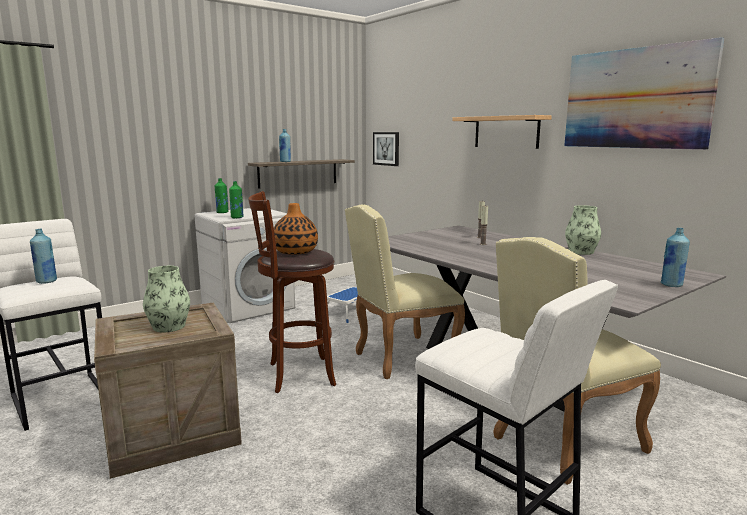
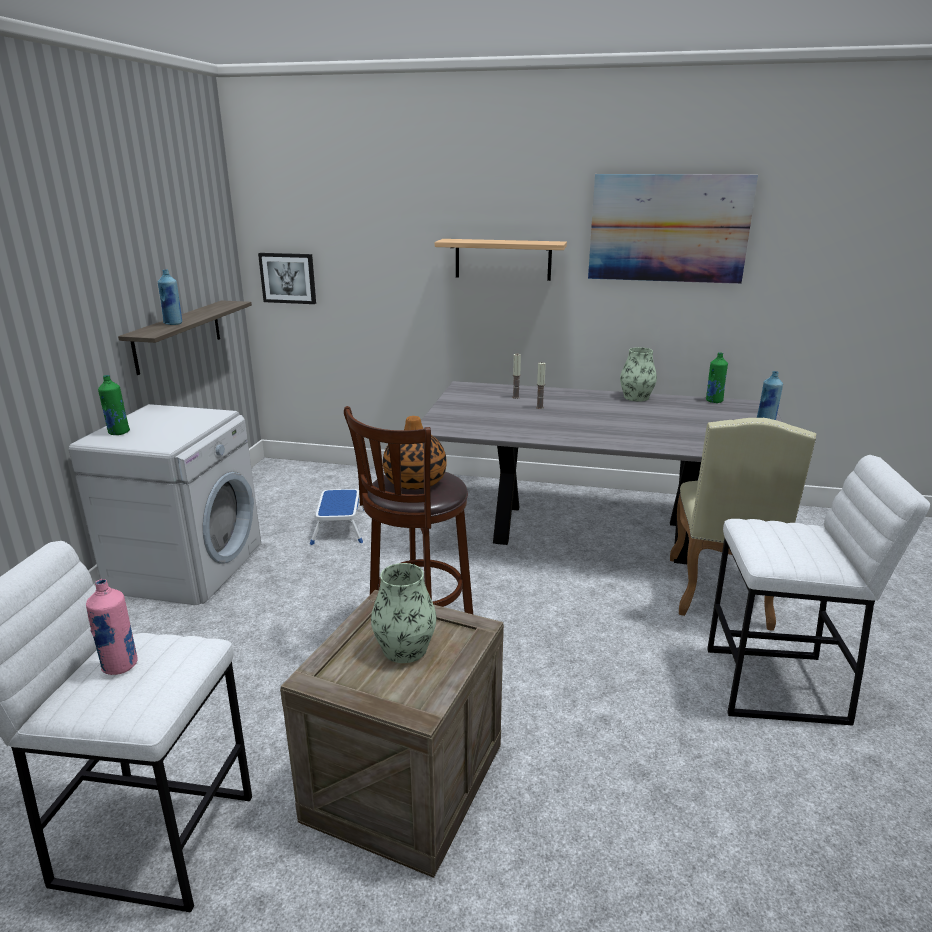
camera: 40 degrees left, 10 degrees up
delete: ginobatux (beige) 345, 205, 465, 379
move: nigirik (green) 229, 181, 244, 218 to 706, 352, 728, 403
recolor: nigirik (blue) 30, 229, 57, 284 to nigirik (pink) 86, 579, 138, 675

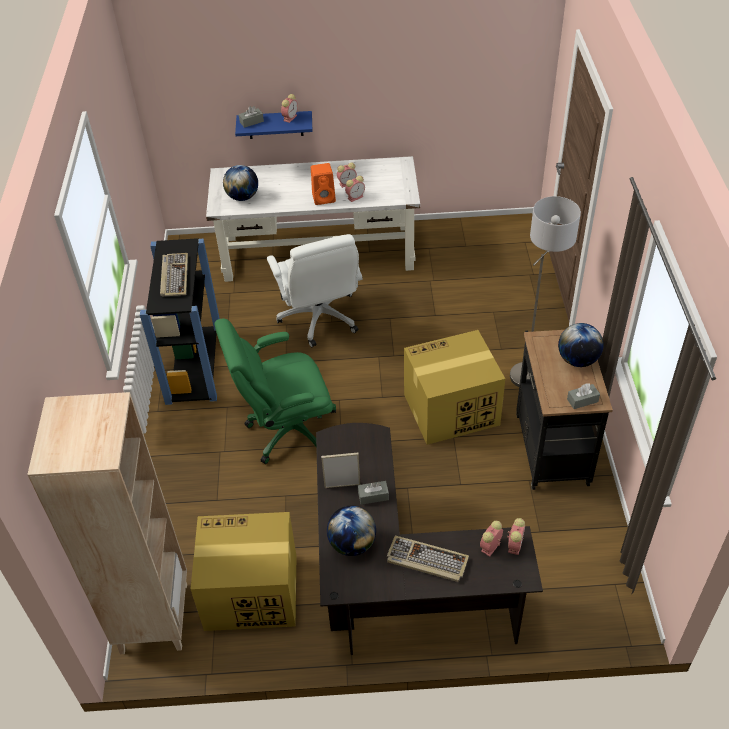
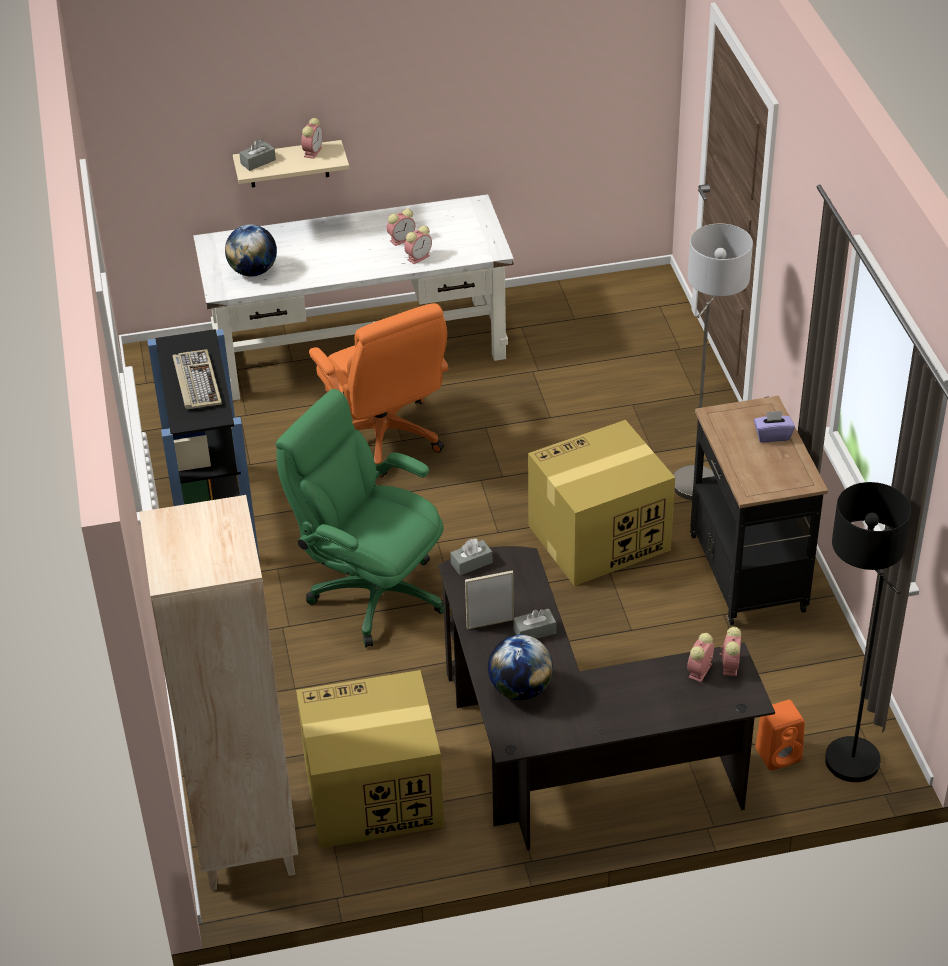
camera: 10 degrees left, 5 degrees down
delete: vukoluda 387, 536, 469, 582
insert: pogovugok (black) 825, 482, 911, 782
move: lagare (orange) 311, 163, 336, 205 to 755, 700, 805, 771; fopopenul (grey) 567, 383, 600, 409 to 451, 539, 492, 575
replace: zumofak 558, 323, 603, 367 to fopopenul (purple) 754, 411, 795, 442
recolor: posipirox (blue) 235, 111, 313, 139 to posipirox (beige) 233, 140, 349, 187; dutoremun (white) 267, 234, 363, 347 to dutoremun (orange) 309, 303, 448, 478
rotate: dutoremun (green) 215, 319, 336, 464 = 276, 389, 444, 647 60 degrees clockwise

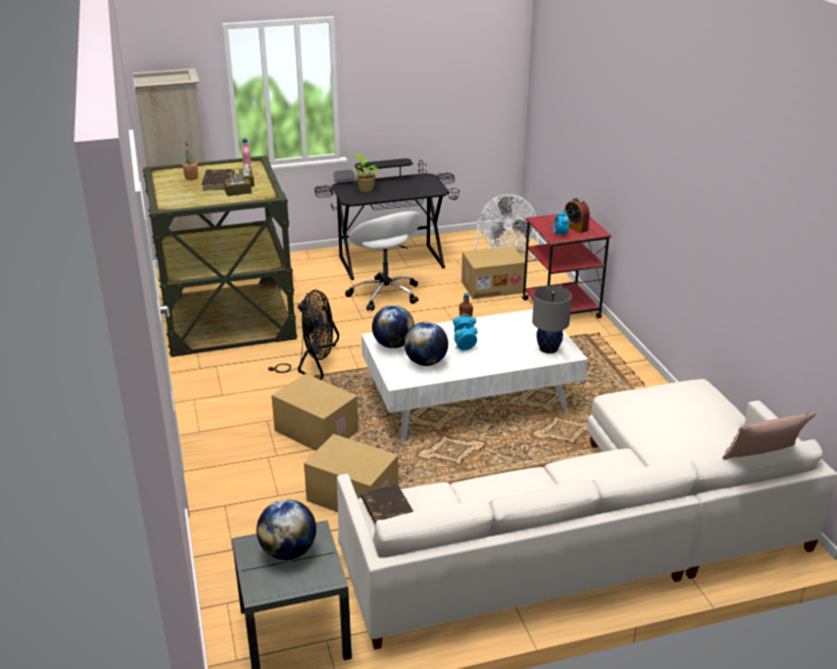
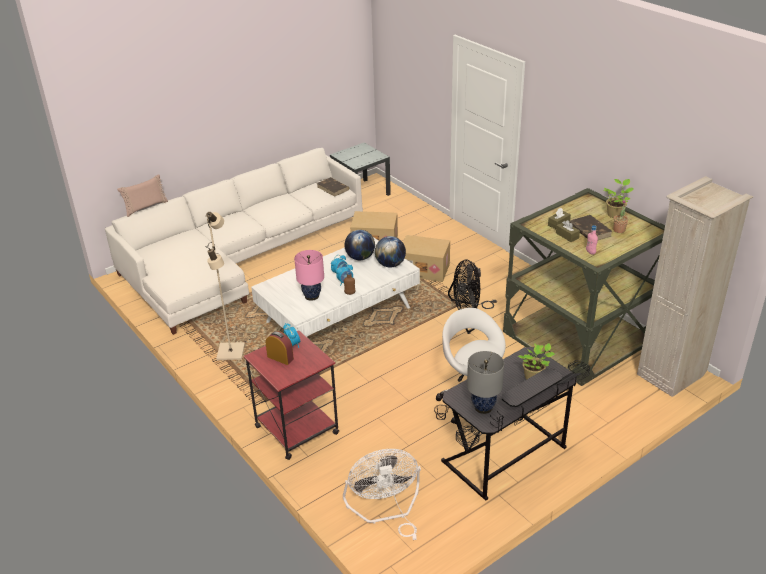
camera: 160 degrees right, 5 degrees up
delete: zumofak 257, 499, 316, 560; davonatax 462, 246, 525, 299
insert: pogovugok (beige) 205, 212, 245, 361; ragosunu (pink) 294, 250, 324, 301; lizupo 603, 179, 634, 218
move: ragosunu (grey) 532, 286, 572, 353 to 467, 351, 504, 414

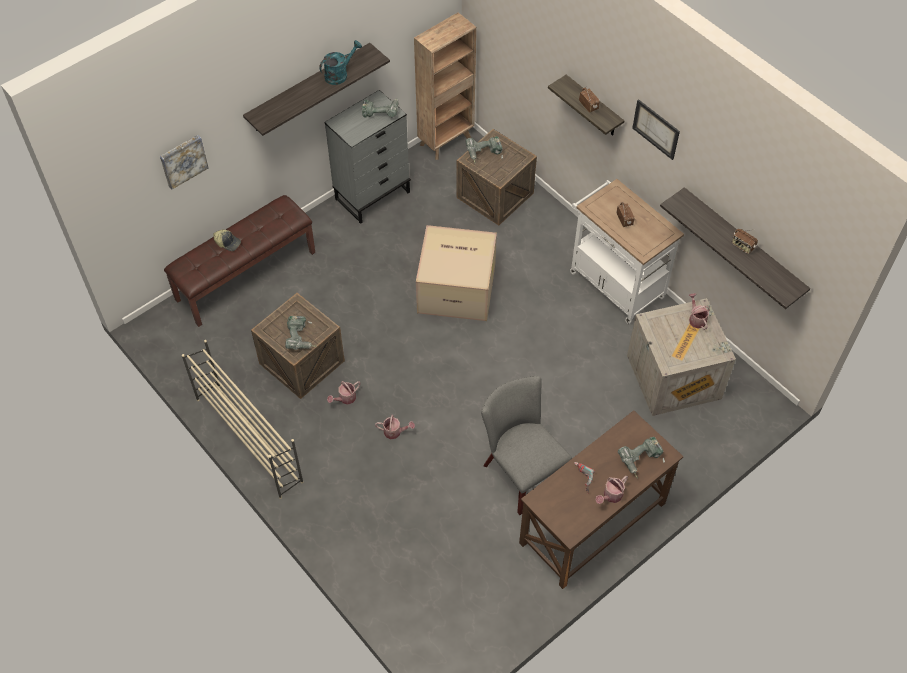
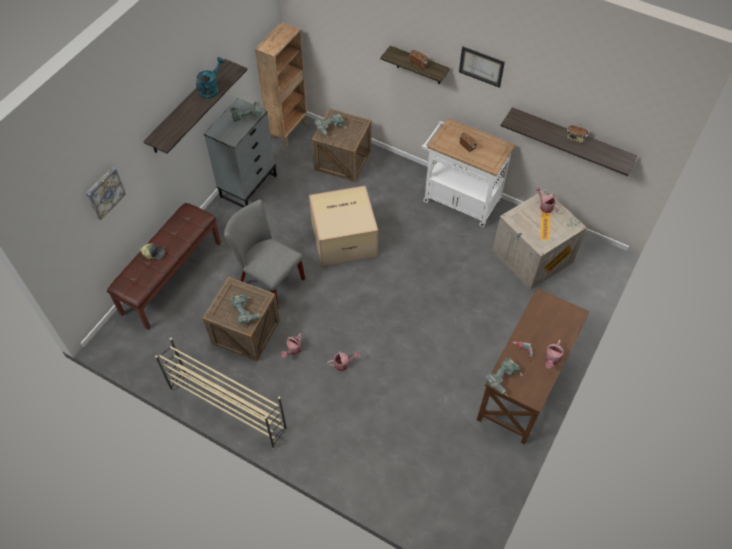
camera: 20 degrees left, 0 degrees up
move: ginobatux (grey) 481, 376, 572, 515 to 224, 199, 305, 309; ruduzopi 618, 437, 665, 479 to 485, 358, 522, 397

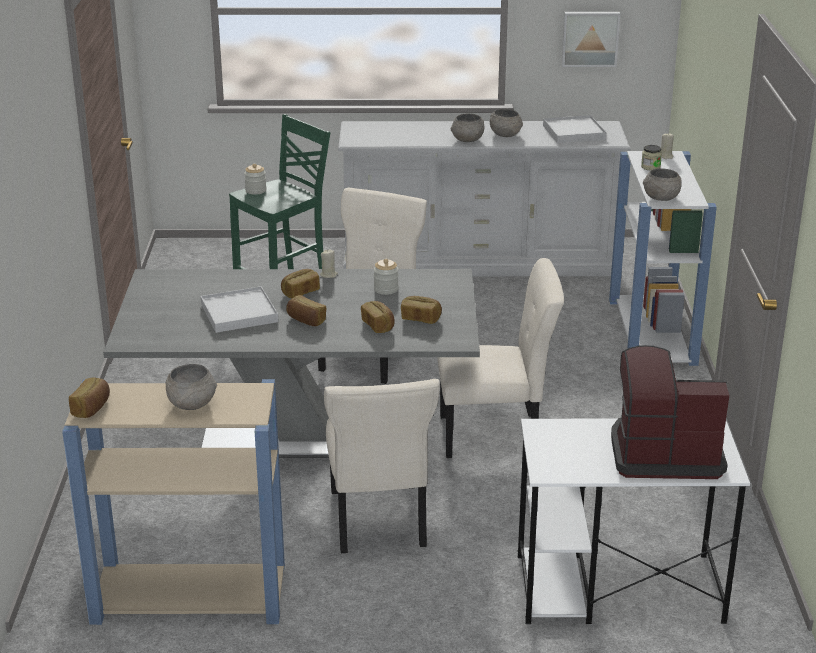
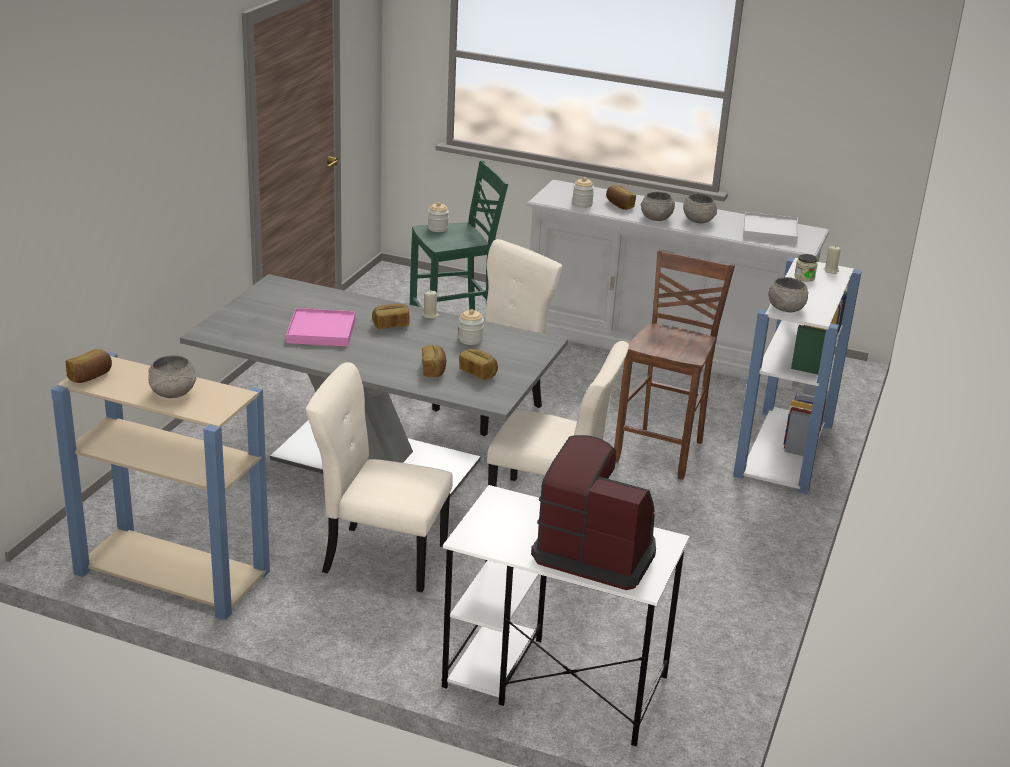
camera: 20 degrees right, 0 degrees up
delete: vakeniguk 562, 12, 620, 67
insert: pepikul 572, 177, 594, 208; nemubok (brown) 614, 250, 735, 480
move: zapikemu 286, 295, 326, 326 to 606, 185, 636, 210
recolor: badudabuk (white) 201, 286, 278, 333 to badudabuk (pink) 286, 308, 356, 347
rotate: ginobatux (beige) 324, 379, 440, 553 = 306, 362, 453, 592 90 degrees clockwise

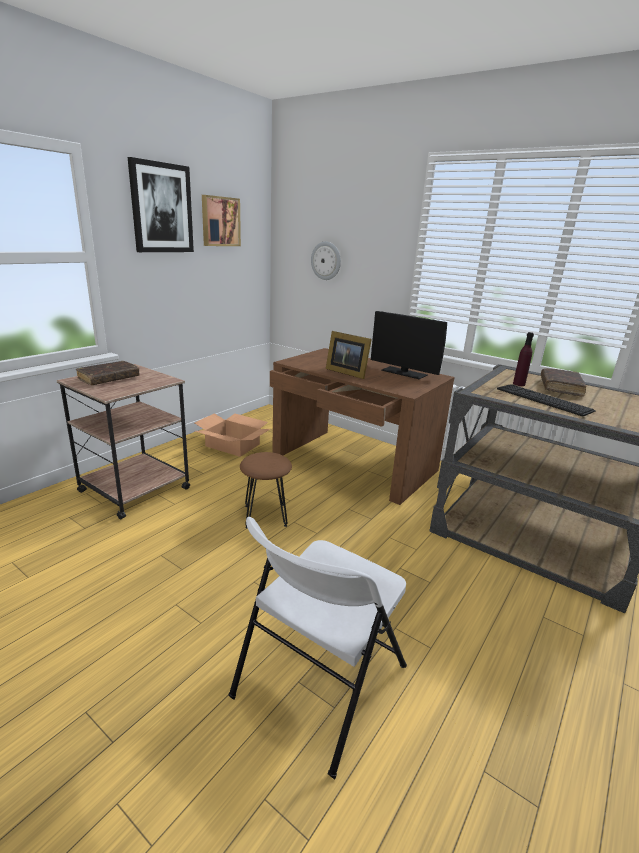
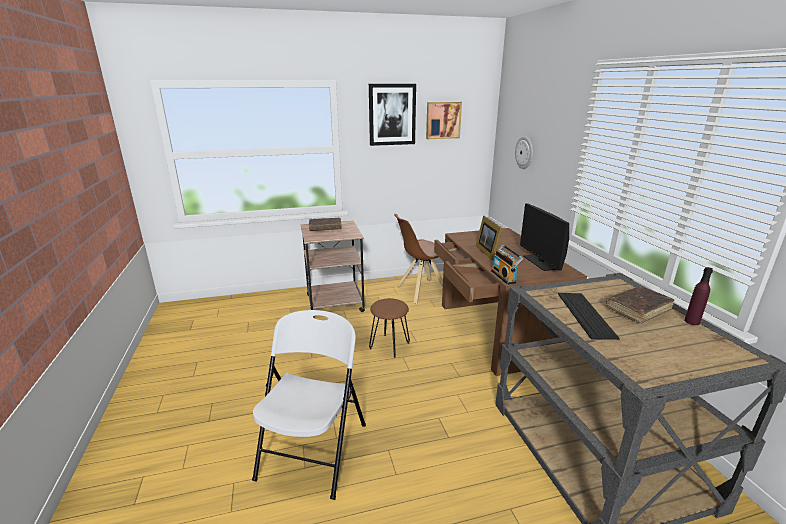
camera: 40 degrees right, 0 degrees up
insert: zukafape 491, 245, 523, 285
move: nigirik (purple) 513, 332, 534, 386 to 684, 267, 713, 325
replace: davonatax 195, 413, 270, 457 to ginobatux (brown) 394, 214, 443, 304
rotate: ginobatux (white) 228, 517, 407, 779 = 252, 310, 366, 500 120 degrees clockwise

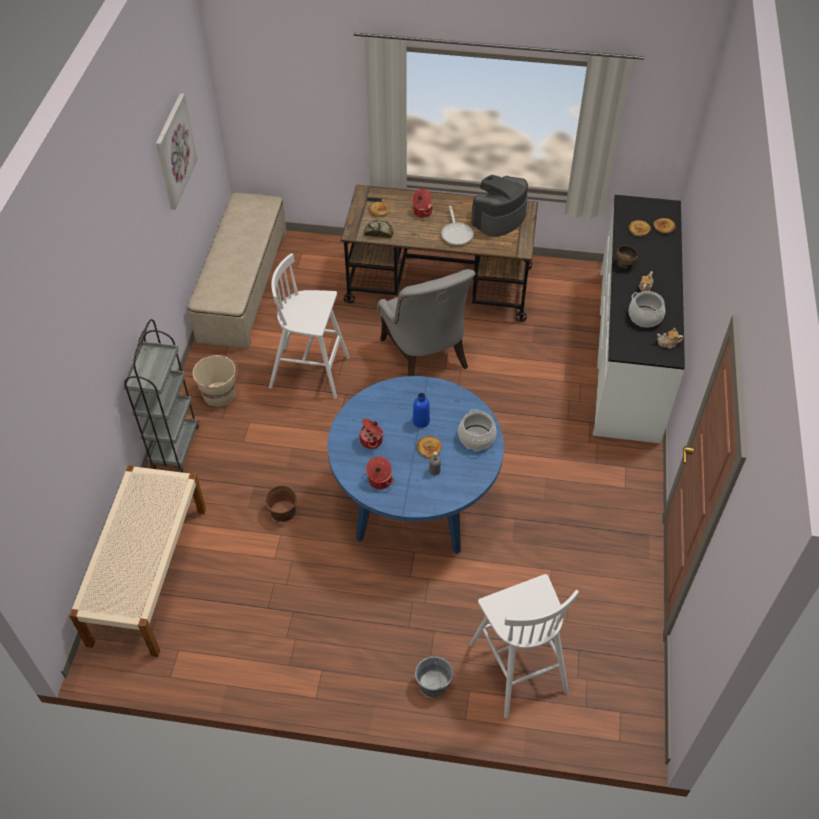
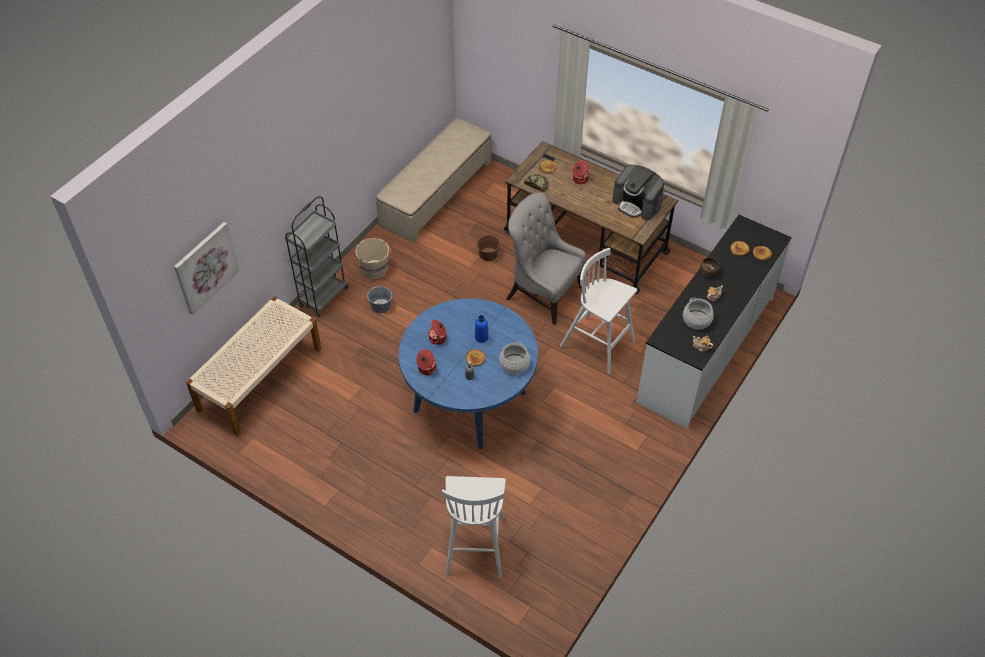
camera: 25 degrees right, 0 degrees up
delete: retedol 441, 206, 474, 245
move: vakeniguk 156, 93, 198, 210 to 174, 222, 240, 315; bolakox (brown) 265, 485, 297, 522 to 477, 235, 500, 261; nemubok (white) 269, 253, 350, 399 to 560, 248, 637, 374; bolakox (grey) 415, 656, 453, 697 to 367, 284, 392, 313
rotate: ginobatux (grey) 377, 269, 476, 376 = 506, 192, 586, 325 120 degrees clockwise; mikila 471, 175, 528, 237 = 612, 165, 664, 221 120 degrees counterclockwise

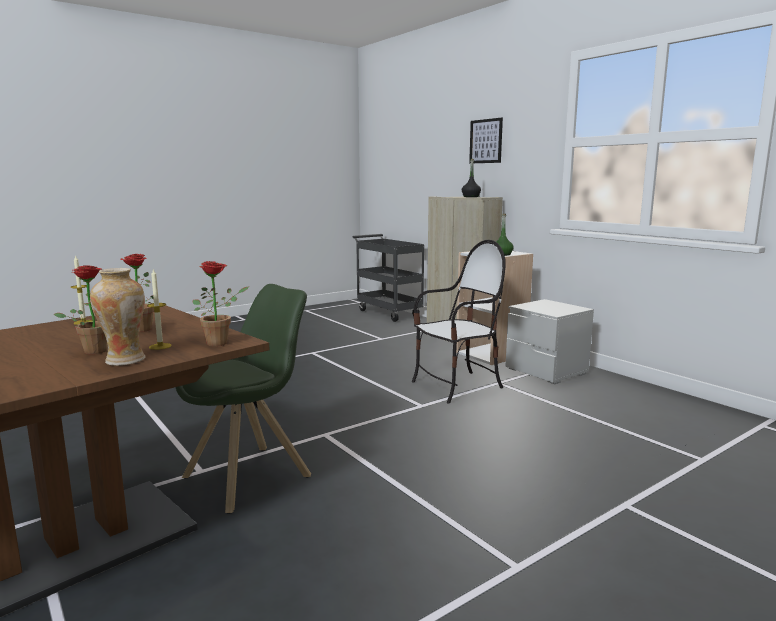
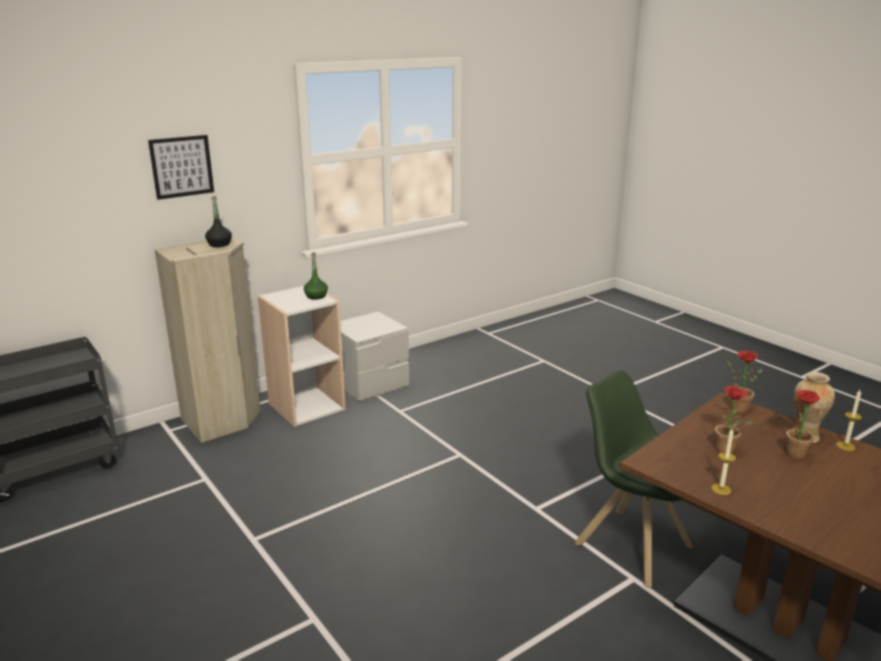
camera: 90 degrees left, 10 degrees up
delete: ginobatux 412, 240, 506, 404
move: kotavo 147, 270, 172, 350 to 836, 390, 862, 451

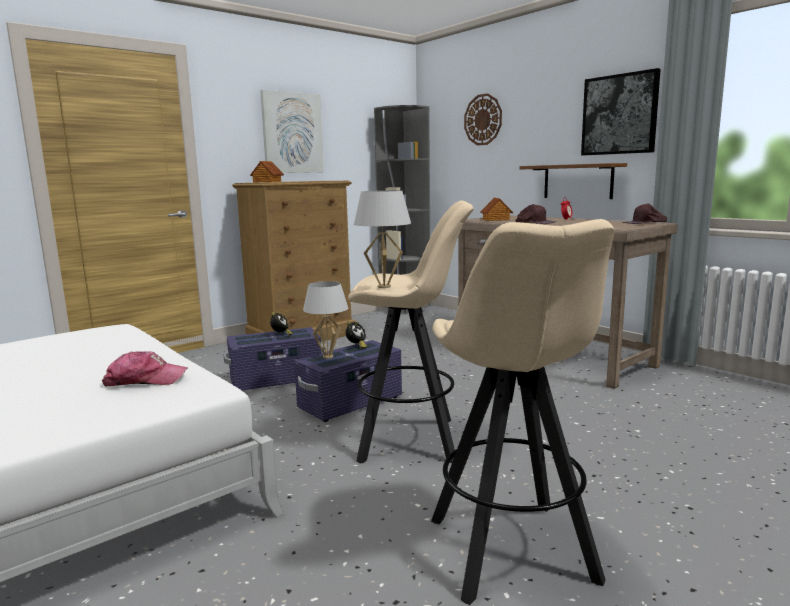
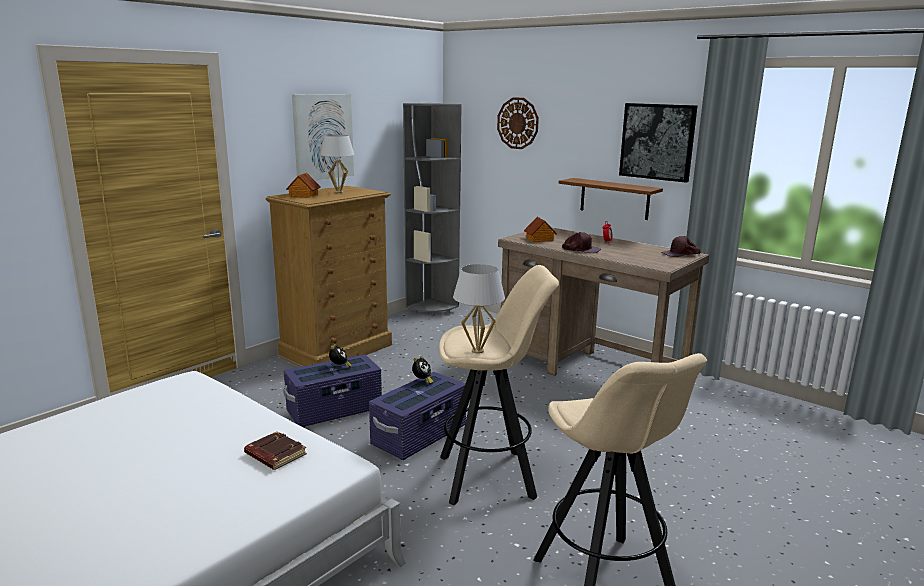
camera: 10 degrees left, 5 degrees up
move: ragosunu (white) 303, 281, 348, 359 to 320, 135, 354, 193
replace: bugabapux 102, 351, 187, 387 to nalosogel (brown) 244, 431, 307, 470

